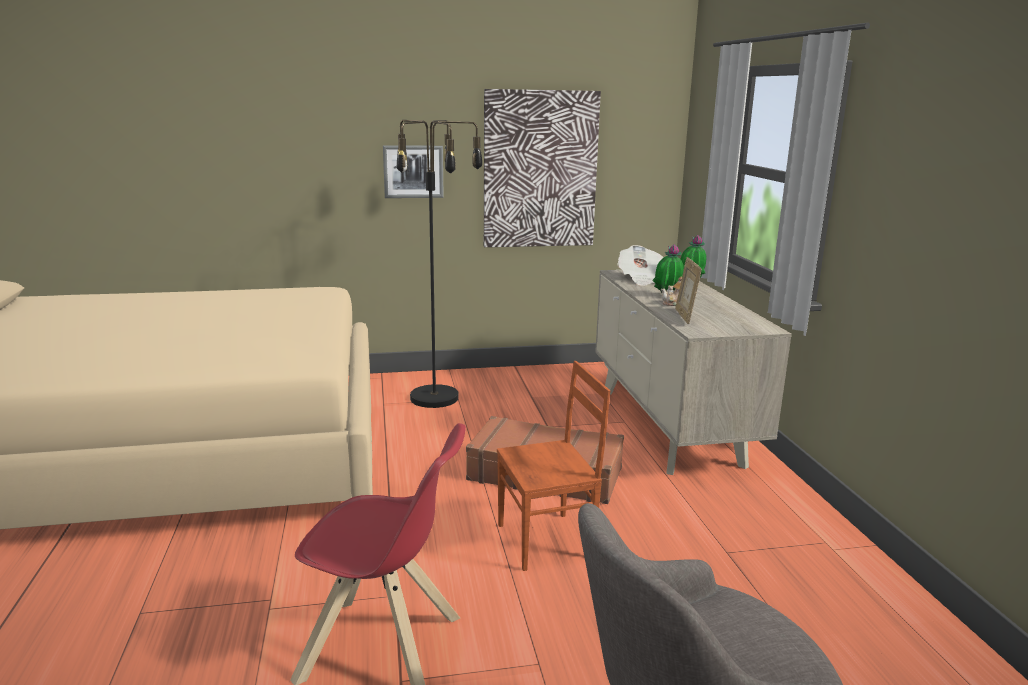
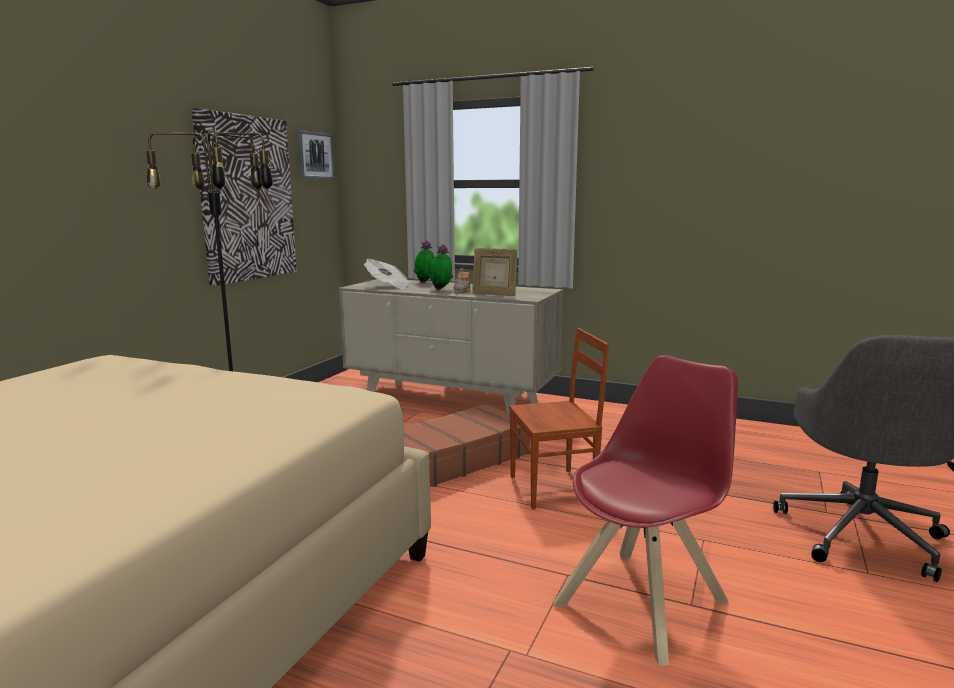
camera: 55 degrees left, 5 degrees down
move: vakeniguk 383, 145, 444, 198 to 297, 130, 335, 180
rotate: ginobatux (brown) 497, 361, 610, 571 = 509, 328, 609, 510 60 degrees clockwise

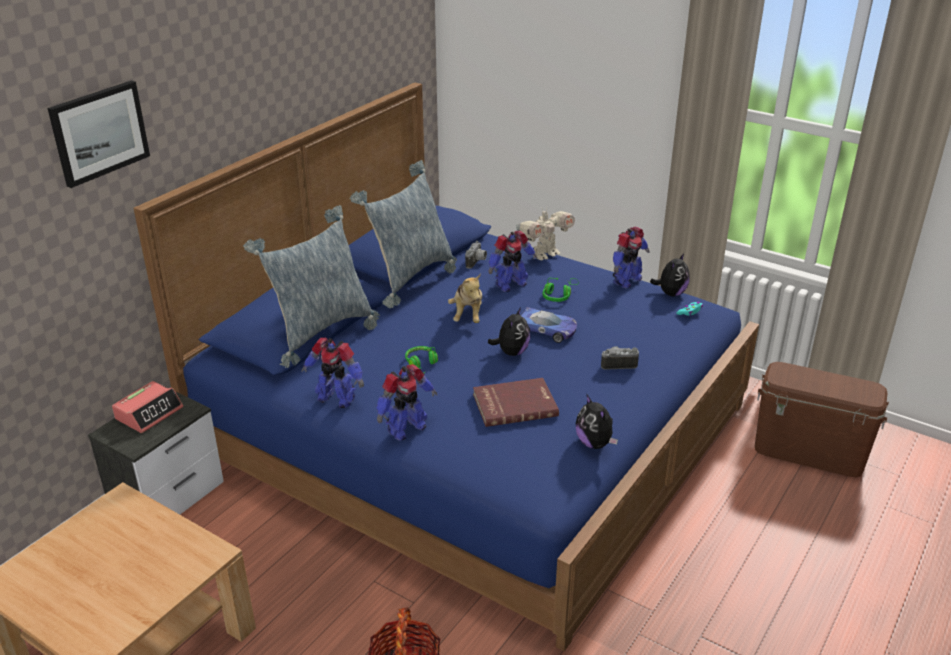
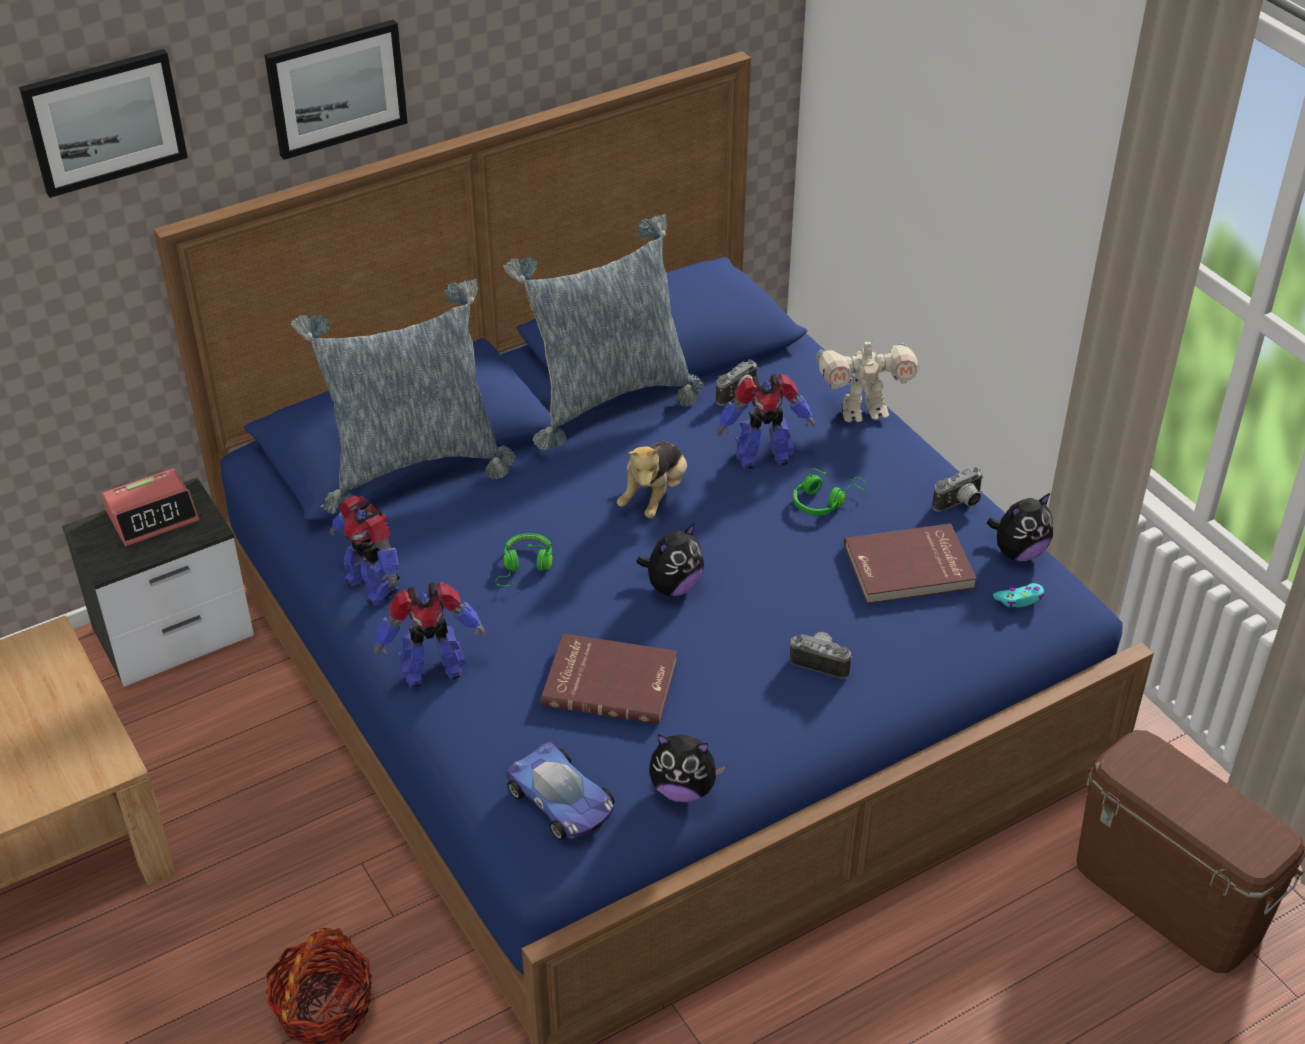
camera: 25 degrees right, 10 degrees up
insert: vakeniguk 264, 19, 408, 160; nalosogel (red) 844, 523, 977, 604
move: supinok 521, 307, 577, 343 to 505, 742, 614, 840
replace: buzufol 613, 227, 650, 289 to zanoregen 932, 467, 984, 512
rotate: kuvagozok 576, 395, 618, 449 = 649, 734, 726, 803 75 degrees counterclockwise

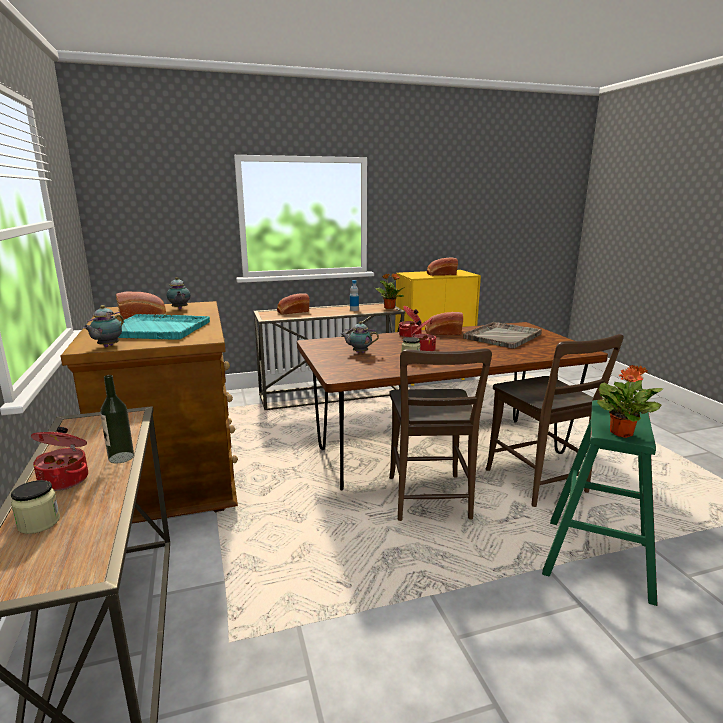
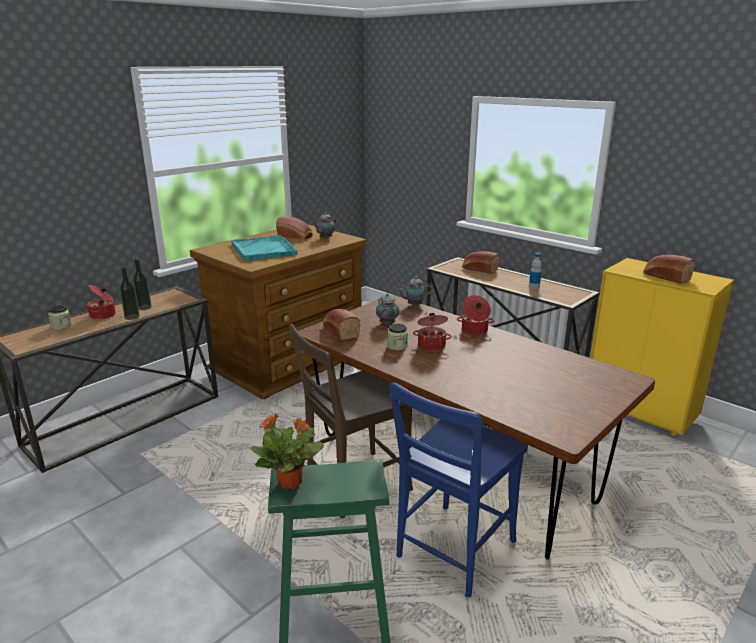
camera: 60 degrees right, 5 degrees up
delete: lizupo 374, 274, 405, 309; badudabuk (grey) 463, 322, 542, 349
insert: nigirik 133, 259, 152, 310
move: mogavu 83, 305, 124, 347 to 397, 277, 433, 306; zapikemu 425, 312, 463, 335 to 323, 309, 361, 341
recolor: ginobatux (brown) 486, 334, 624, 507 to ginobatux (blue) 389, 382, 528, 597

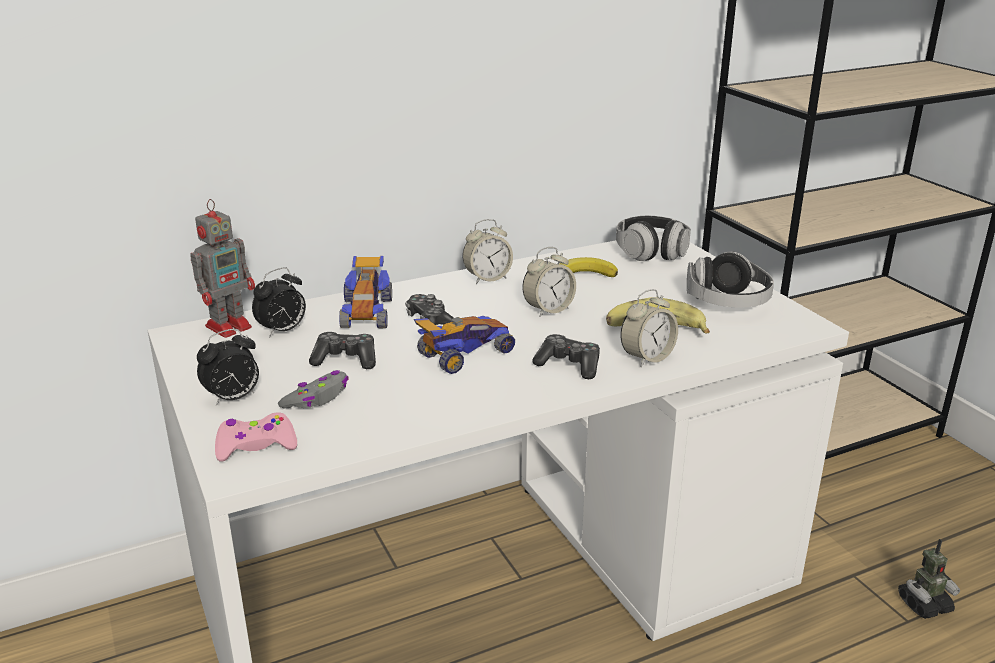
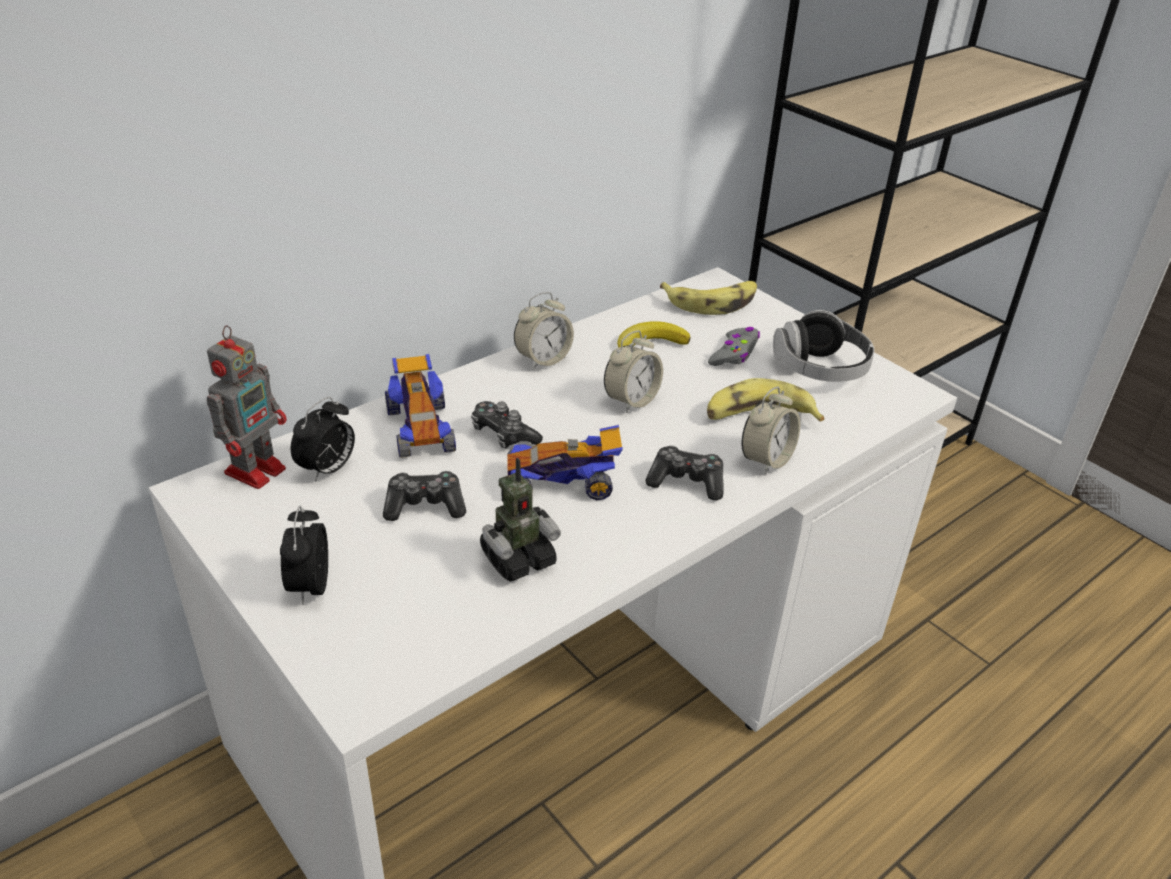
camera: 15 degrees left, 10 degrees up
delete: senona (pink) 215, 413, 297, 462
move: senona (grey) 278, 370, 349, 408 to 708, 327, 760, 366; buzufol 898, 539, 960, 619 to 480, 458, 561, 582
replace: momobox 616, 216, 691, 261 to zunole 660, 281, 757, 315
rotate: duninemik 197, 329, 259, 406 = 280, 506, 328, 605 135 degrees clockwise; supinok 414, 316, 515, 374 = 507, 425, 623, 500 135 degrees counterclockwise

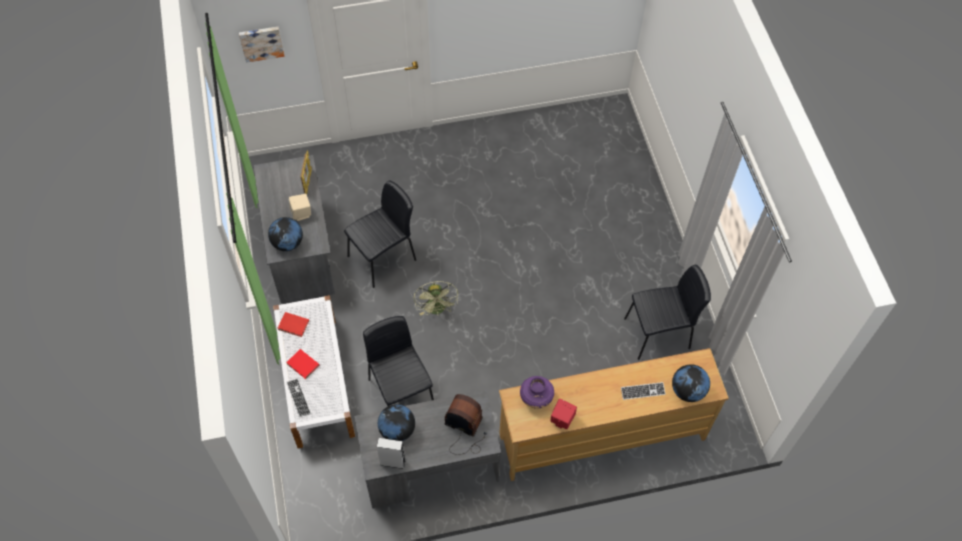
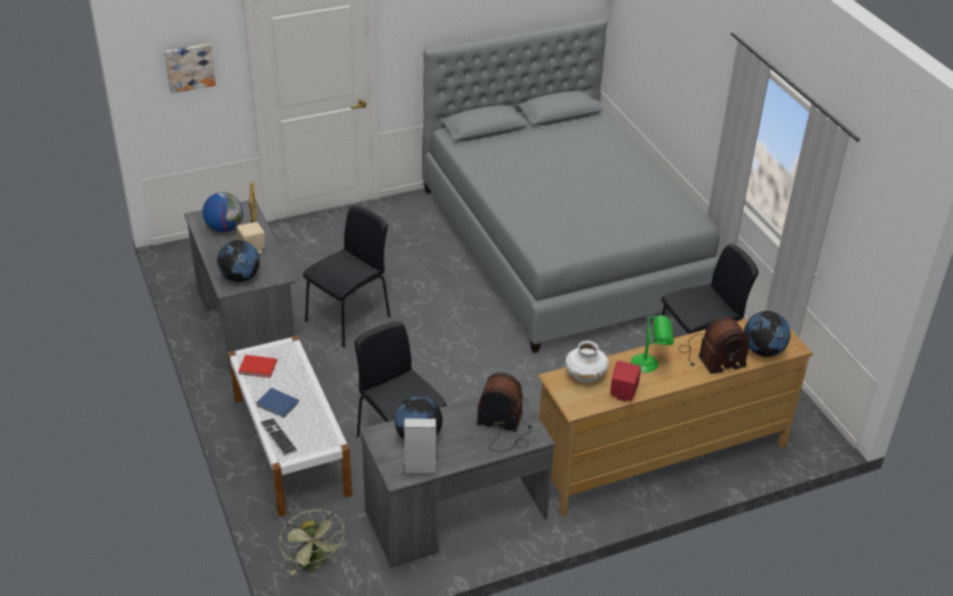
camera: 10 degrees left, 20 degrees down
insert: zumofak 202, 192, 243, 232; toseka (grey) 422, 18, 720, 353; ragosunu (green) 631, 315, 674, 373
move: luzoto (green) 414, 281, 458, 316 to 279, 510, 346, 575
replace: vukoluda 621, 382, 666, 400 to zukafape 679, 316, 750, 374
recolor: nalosogel (red) 286, 349, 319, 379 to nalosogel (blue) 256, 388, 299, 418; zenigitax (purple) 520, 376, 554, 409 to zenigitax (white) 566, 341, 609, 383

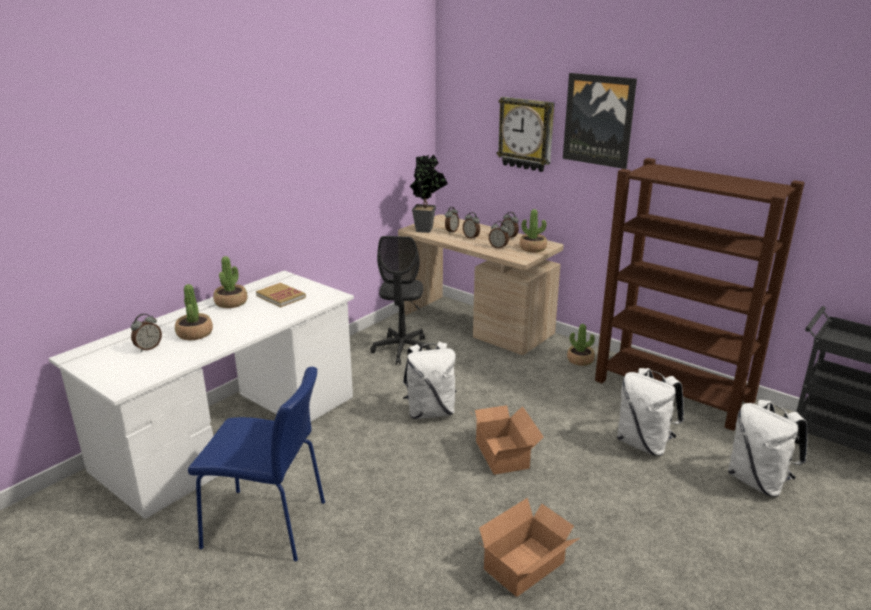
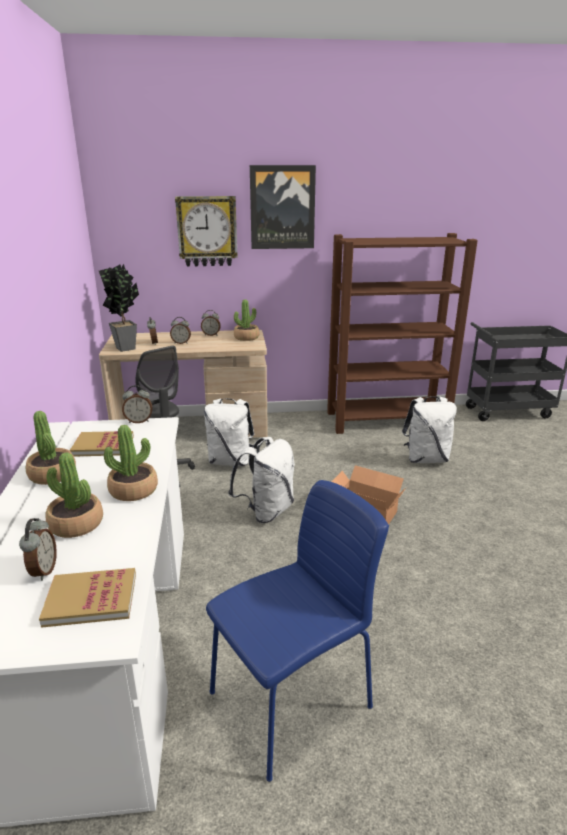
camera: 45 degrees left, 0 degrees up
delete: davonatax 479, 498, 580, 597
insert: nalosogel 39, 568, 136, 628
move: duninemik 489, 221, 509, 249 to 122, 385, 152, 423; lizupo 567, 324, 595, 366 to 104, 425, 158, 501; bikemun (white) 728, 400, 808, 497 to 204, 398, 255, 466

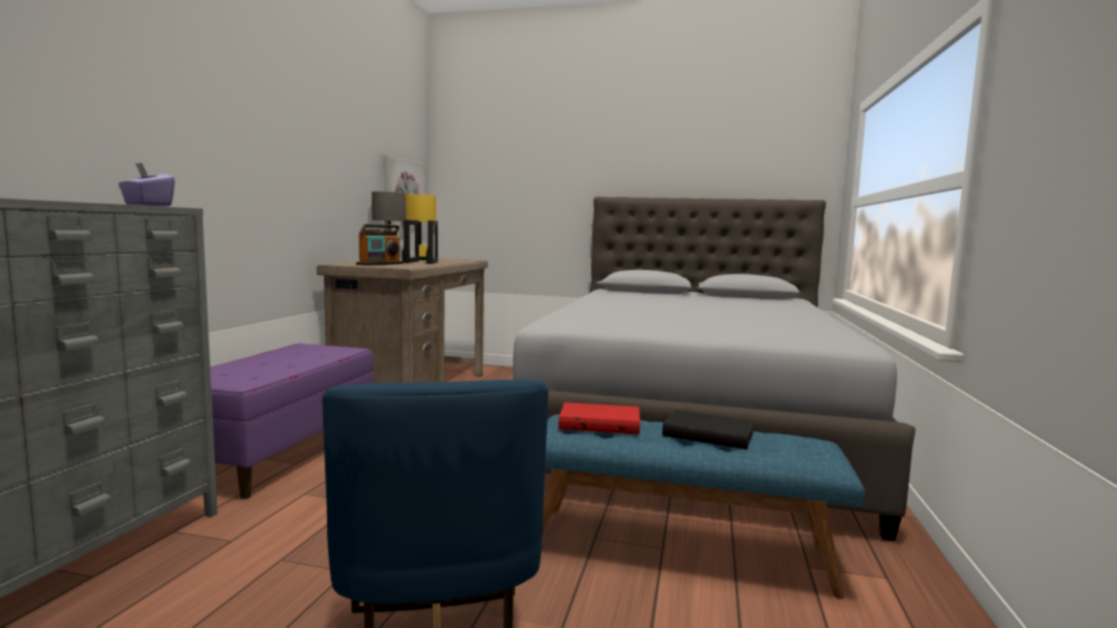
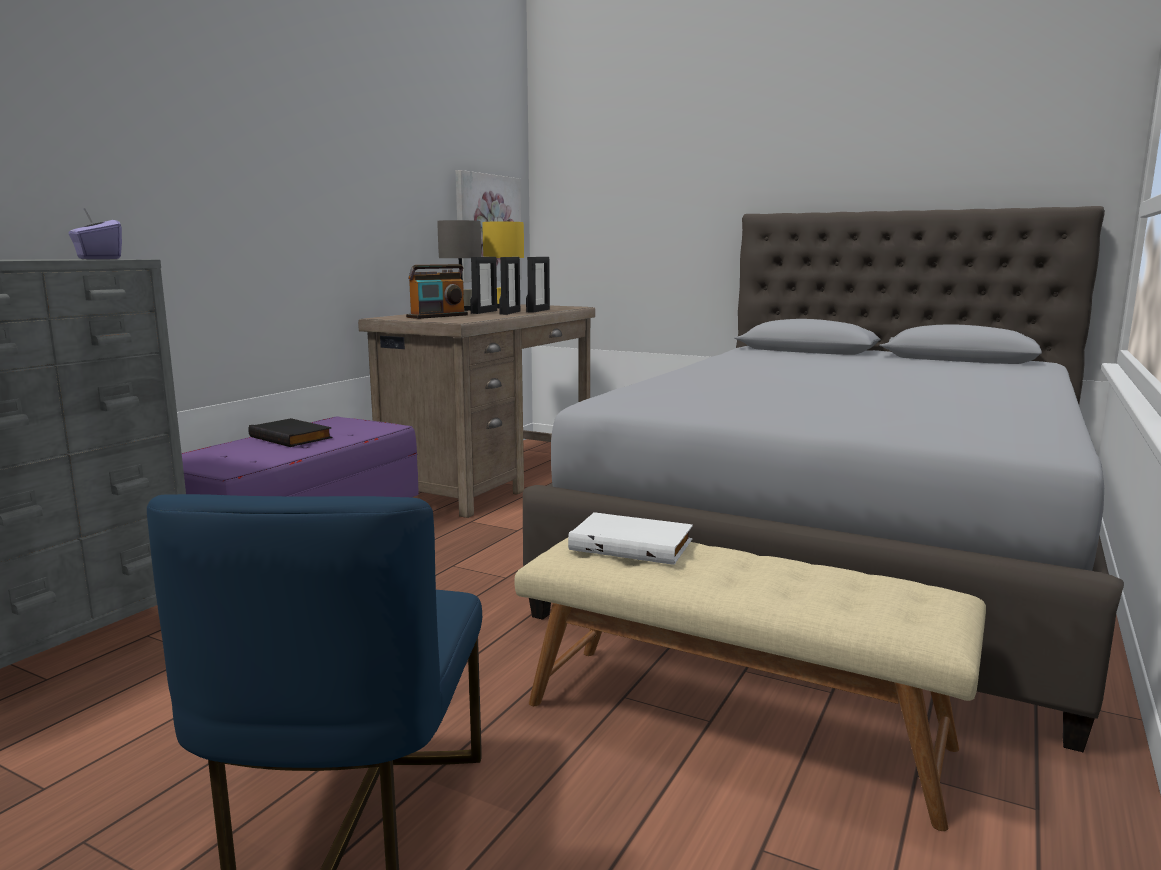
camera: 15 degrees right, 5 degrees up
insert: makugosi 526, 257, 550, 313
move: nalosogel (black) 662, 409, 754, 449 to 248, 418, 332, 447
recolor: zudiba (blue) 542, 414, 865, 599 to zudiba (beige) 514, 538, 986, 831; nalosogel (red) 559, 402, 640, 435 to nalosogel (white) 568, 512, 693, 565

